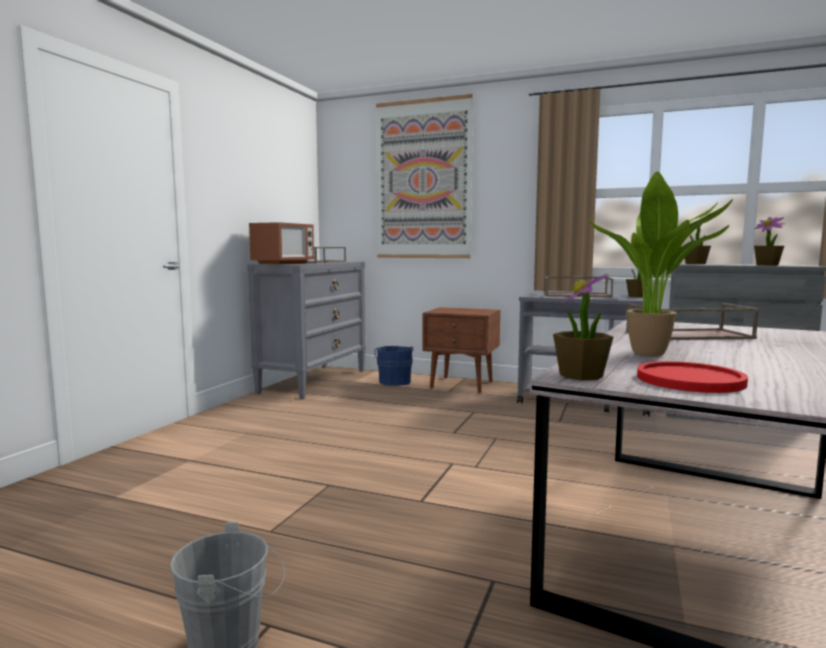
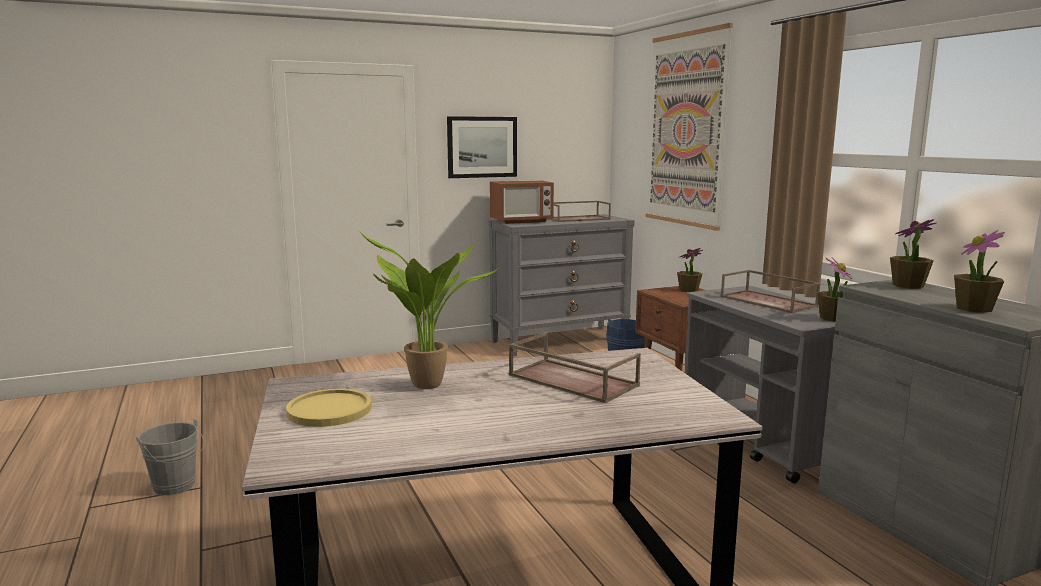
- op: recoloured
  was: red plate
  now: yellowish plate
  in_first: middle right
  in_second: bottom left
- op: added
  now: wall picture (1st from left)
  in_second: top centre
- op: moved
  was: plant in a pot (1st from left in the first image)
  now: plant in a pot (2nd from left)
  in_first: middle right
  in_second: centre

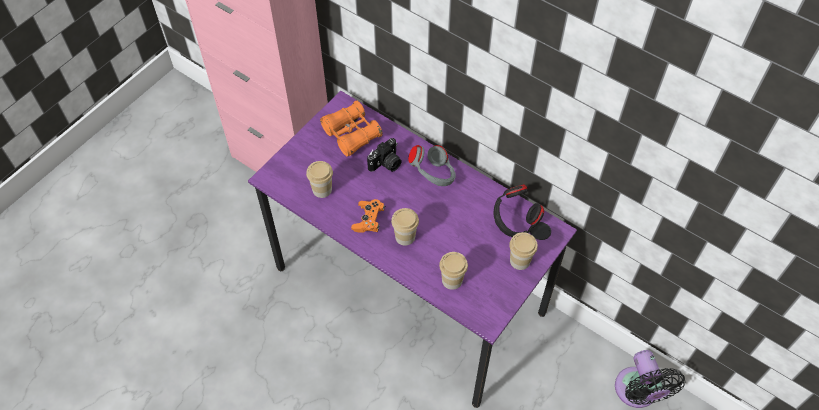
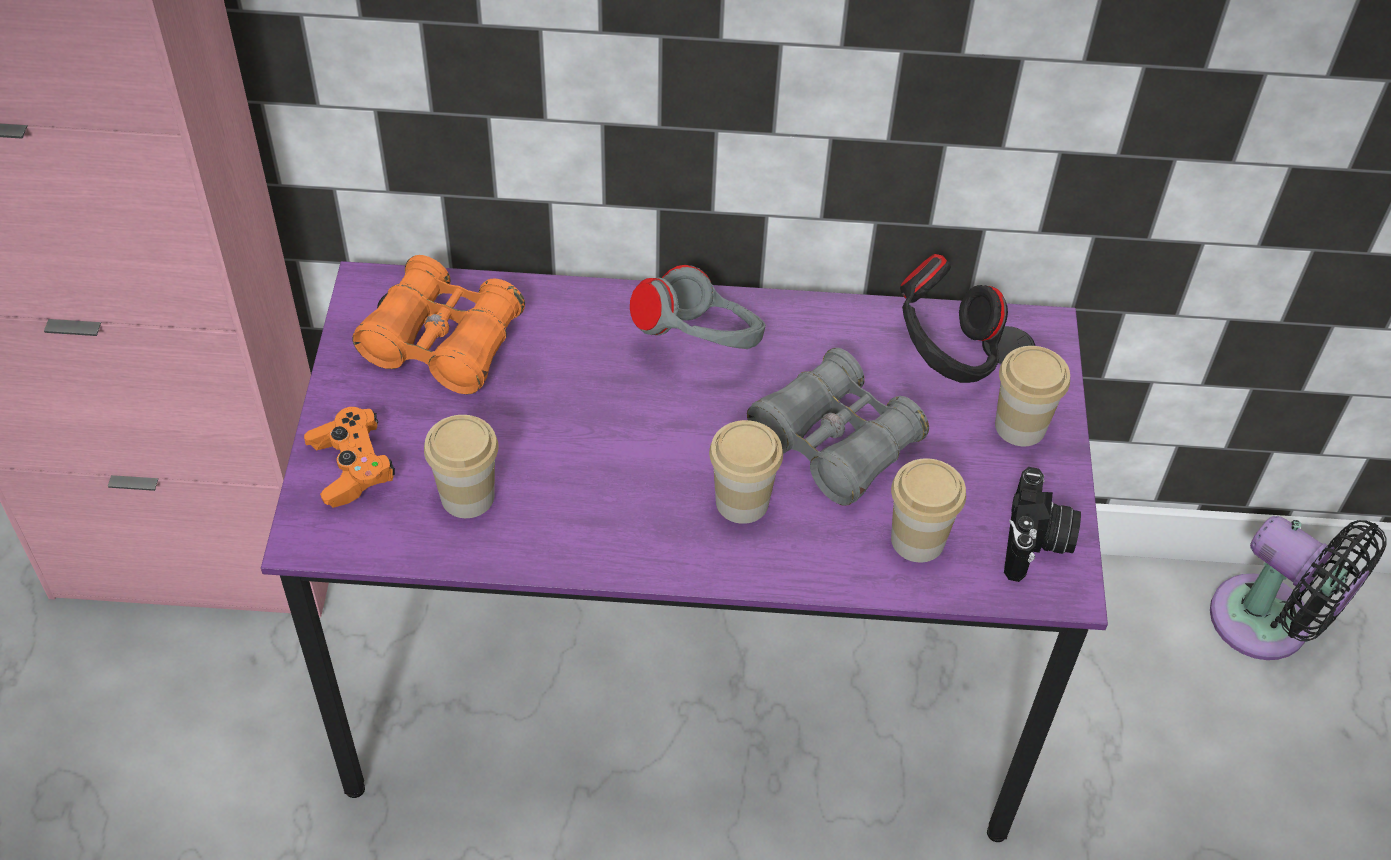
- op: moved
  was: orangey joypad
  in_first: centre
  in_second: middle left
- op: added
  now: grey field glasses
  in_second: centre
- op: moved
  was: still camera
  in_first: centre
  in_second: middle right

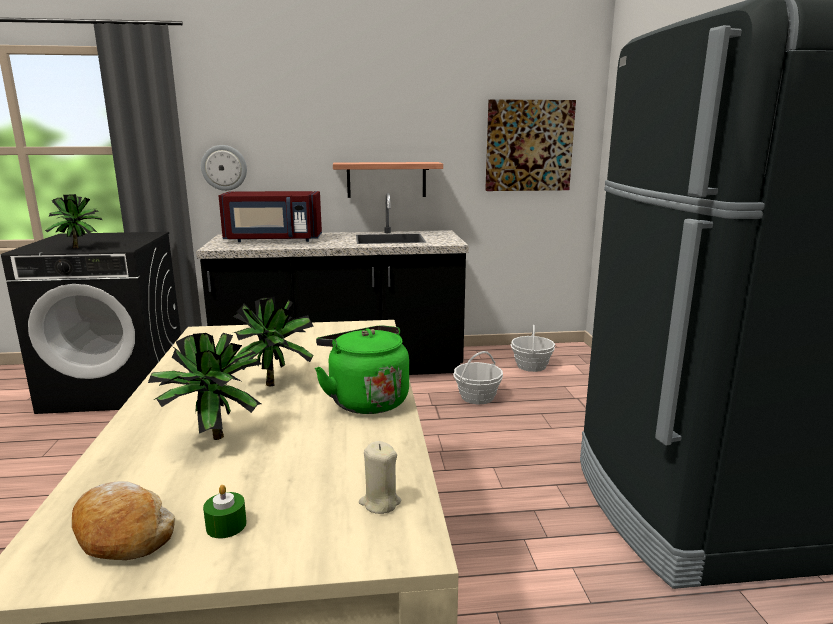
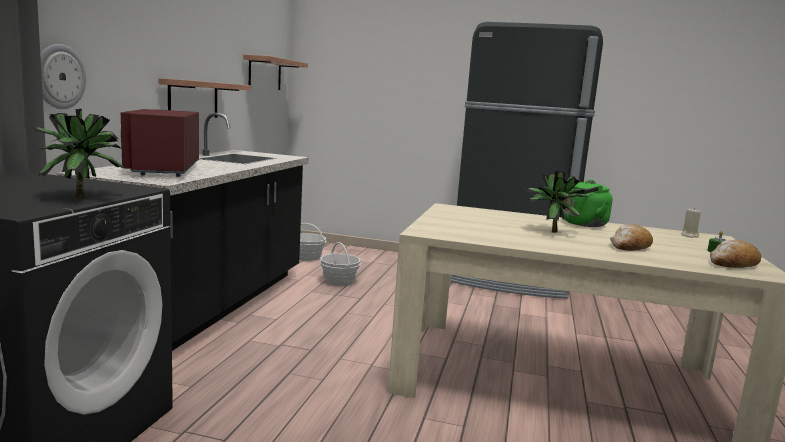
- op: turned
  was: red kitchen microwave
  in_first: middle left
  in_second: top left
  clockwise: 150
- op: replaced
  was: wall picture
  now: shelf (2nd from left)
  in_first: top centre
  in_second: top centre
- op: replaced
  was: plant in a pot (2nd from left)
  now: bread (1st from left)
  in_first: middle left
  in_second: middle right

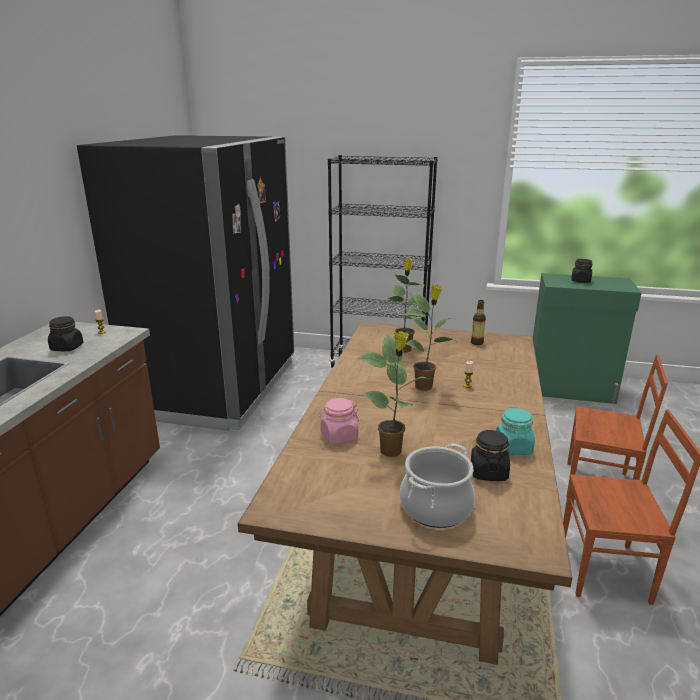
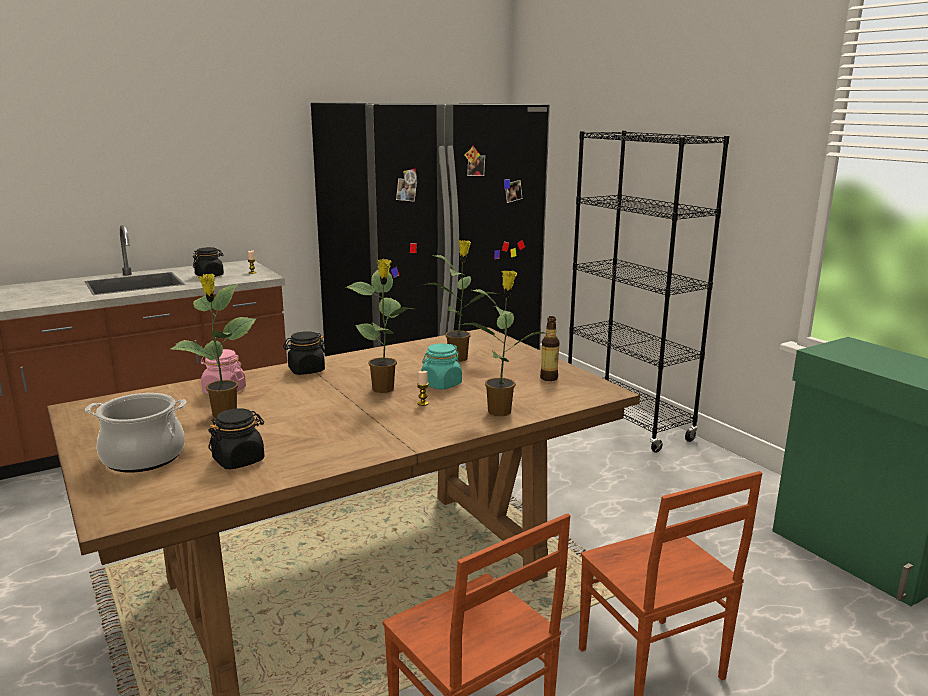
- op: moved
  was: black-coloured jar (3rd from left)
  in_first: middle right
  in_second: middle left
- op: moved
  was: turquoise-coloured jar
  in_first: middle right
  in_second: centre
- op: added
  now: plant in a pot (4th from left)
  in_second: centre

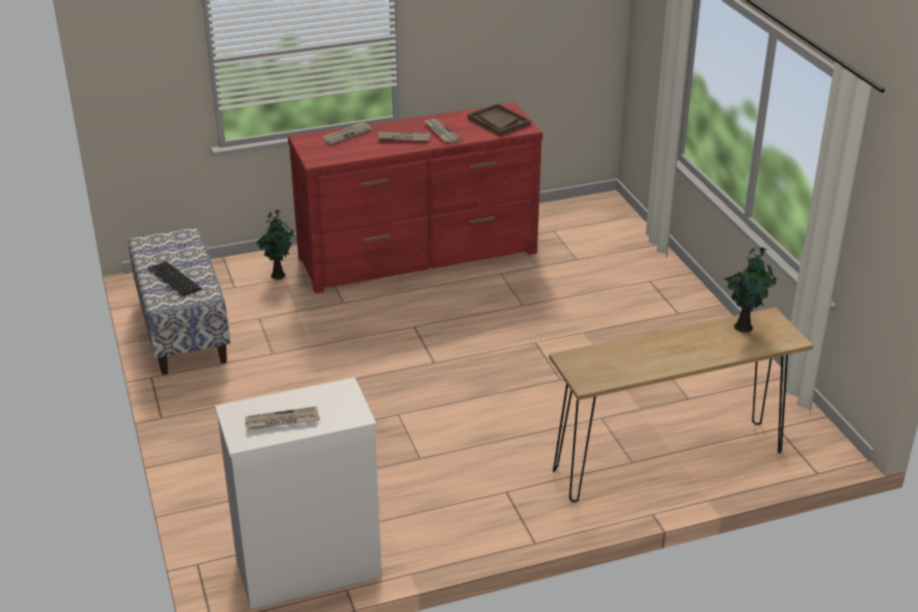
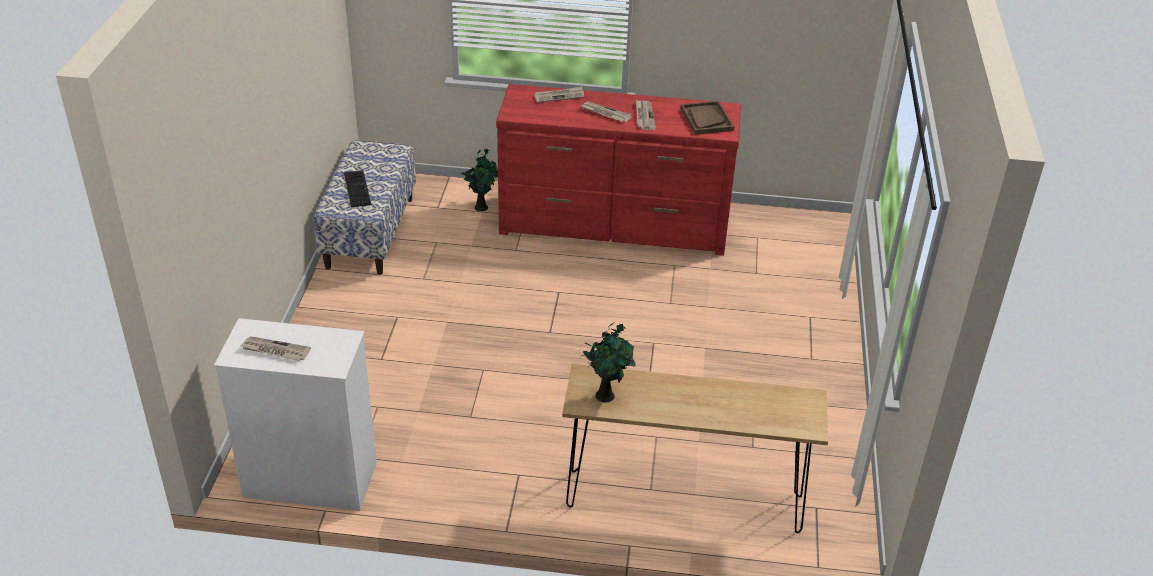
- op: moved
  was: plant in a pot (2nd from left)
  in_first: middle right
  in_second: centre

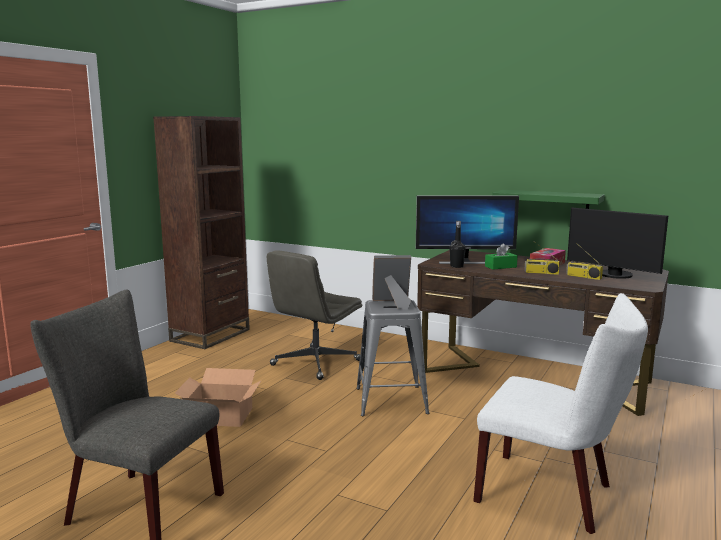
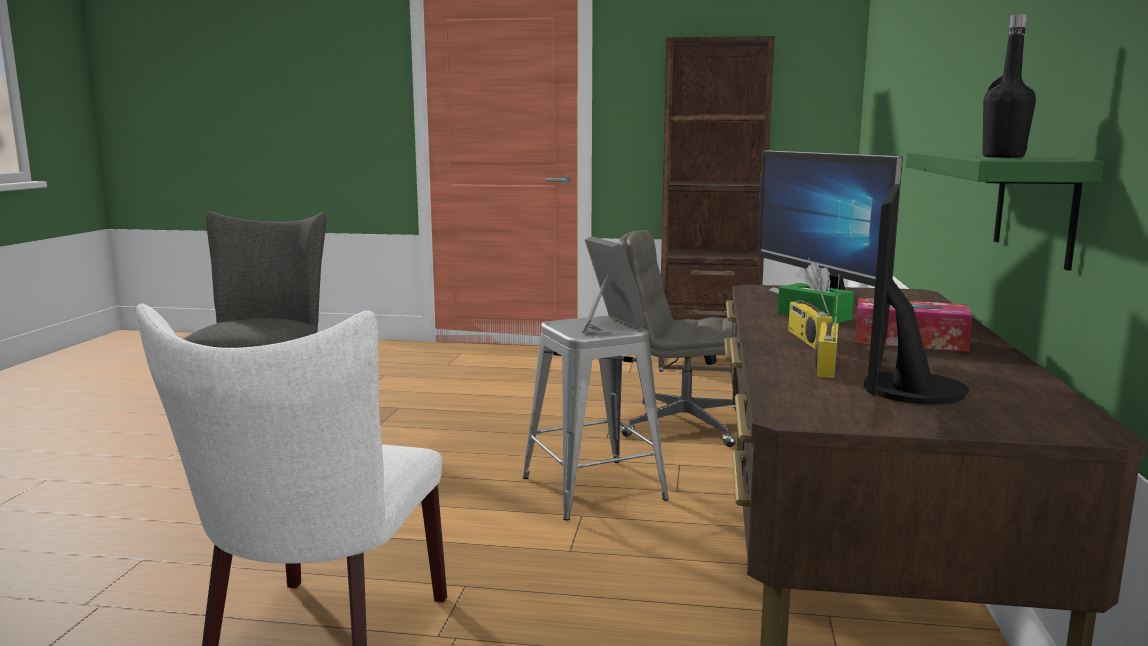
- op: moved
  was: black-coloured beverage bottle
  in_first: centre
  in_second: top right
- op: removed
  was: packing box
  in_first: bottom left

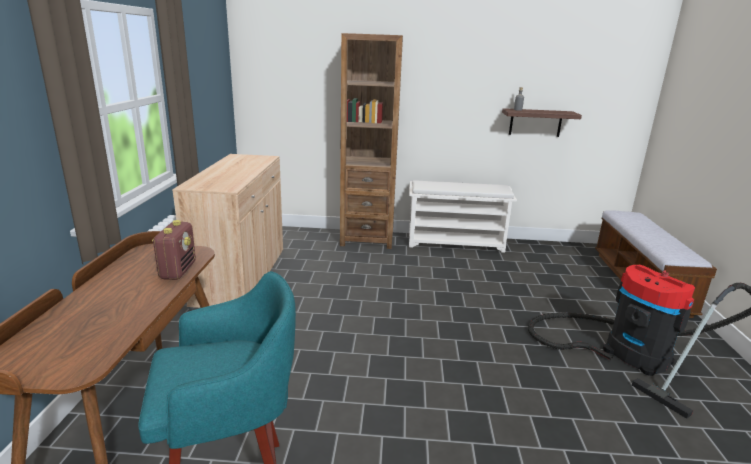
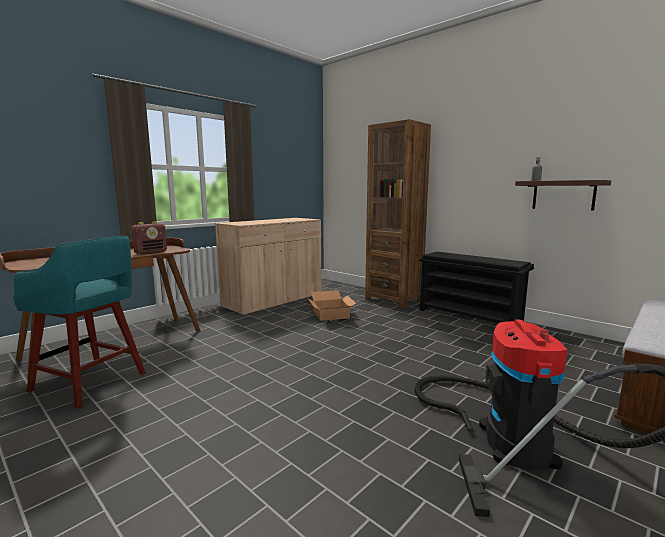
- op: added
  now: packing box
  in_second: centre
- op: recoloured
  was: white-coloured shoe stand
  now: black-coloured shoe stand
  in_first: centre
  in_second: middle right

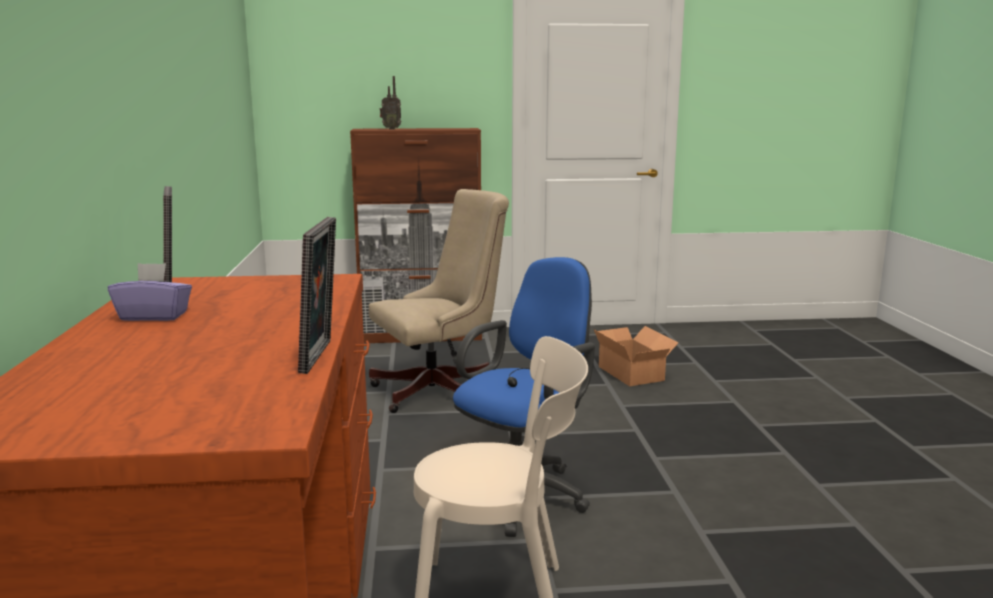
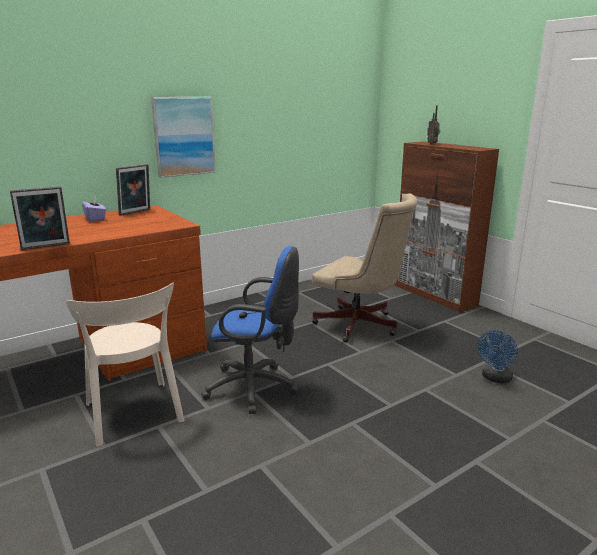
- op: added
  now: wall picture
  in_second: top left
- op: replaced
  was: packing box
  now: blue cooling fan
  in_first: centre
  in_second: middle right

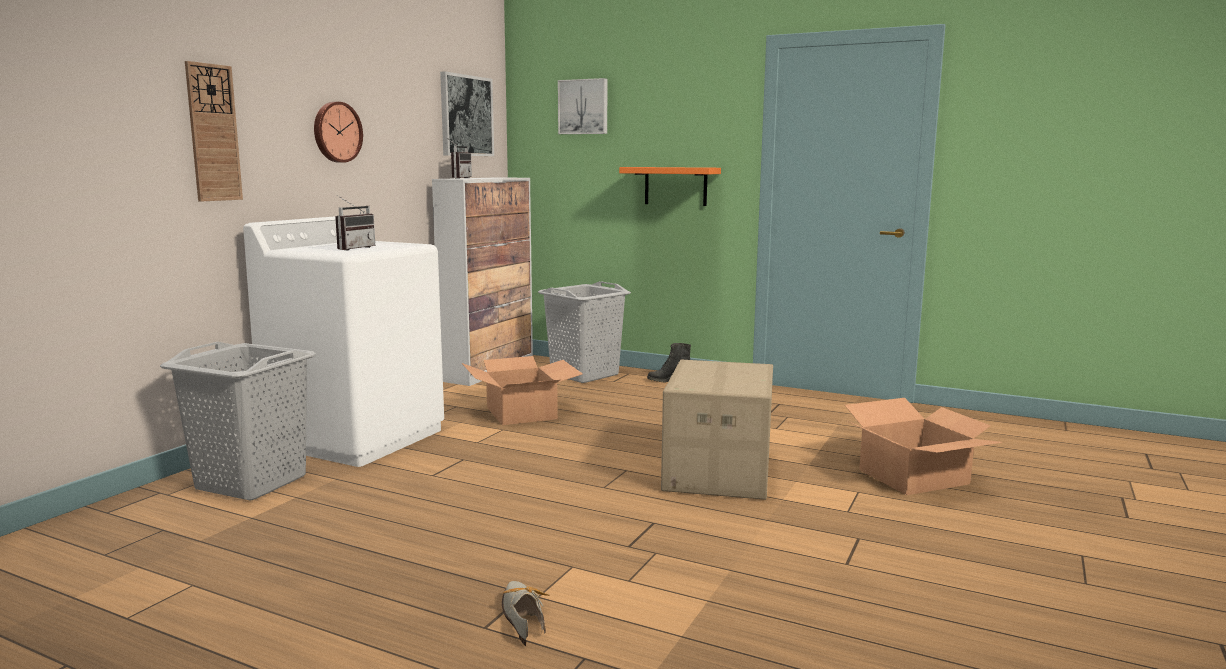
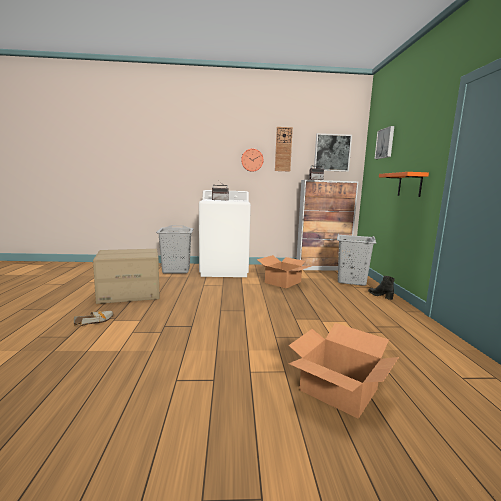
- op: moved
  was: packing box (2nd from left in the first image)
  now: packing box (1st from left)
  in_first: centre
  in_second: middle left
- op: moved
  was: clock on the wall (1st from left in the first image)
  now: clock on the wall (2nd from left)
  in_first: top left
  in_second: top centre

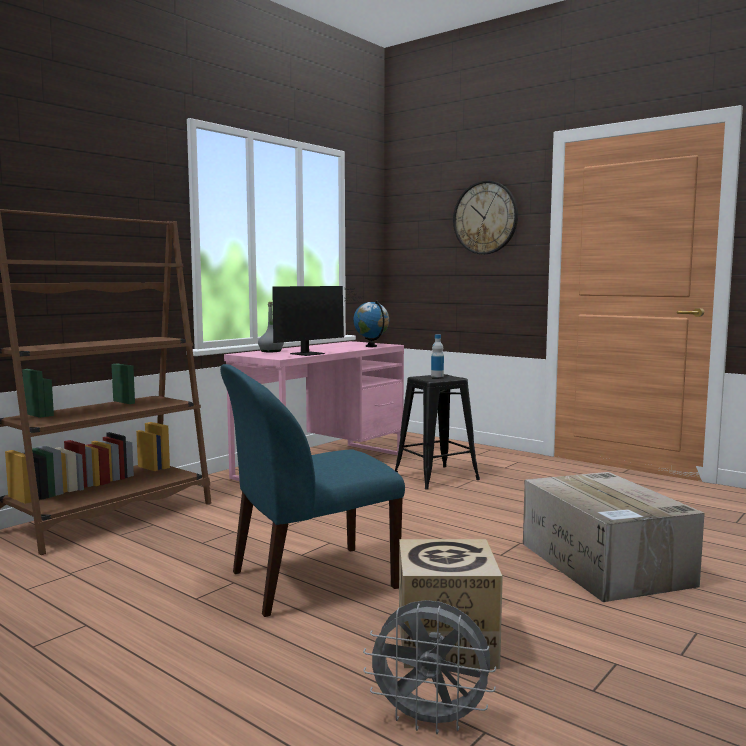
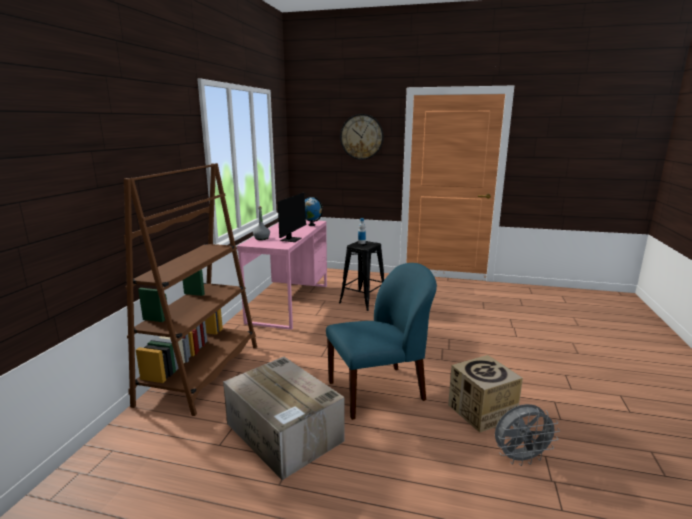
- op: moved
  was: packing box (2nd from left in the first image)
  now: packing box (1st from left)
  in_first: bottom right
  in_second: bottom centre
- op: turned
  was: blue plain chair
  in_first: centre
  in_second: centre
  clockwise: -150

